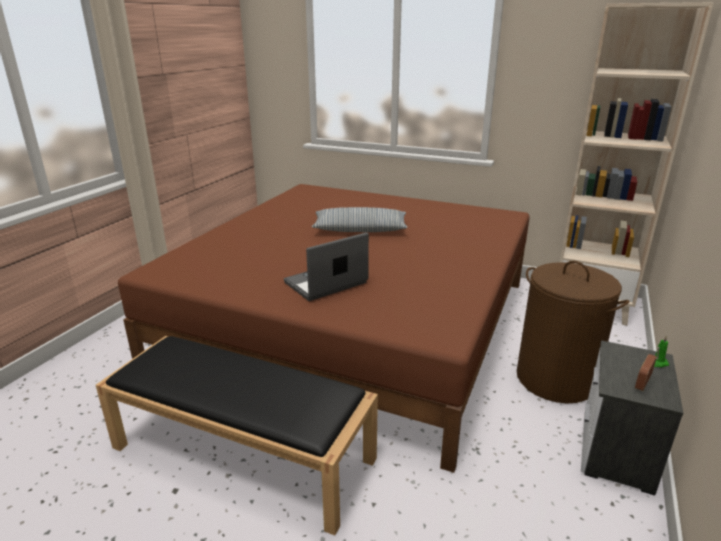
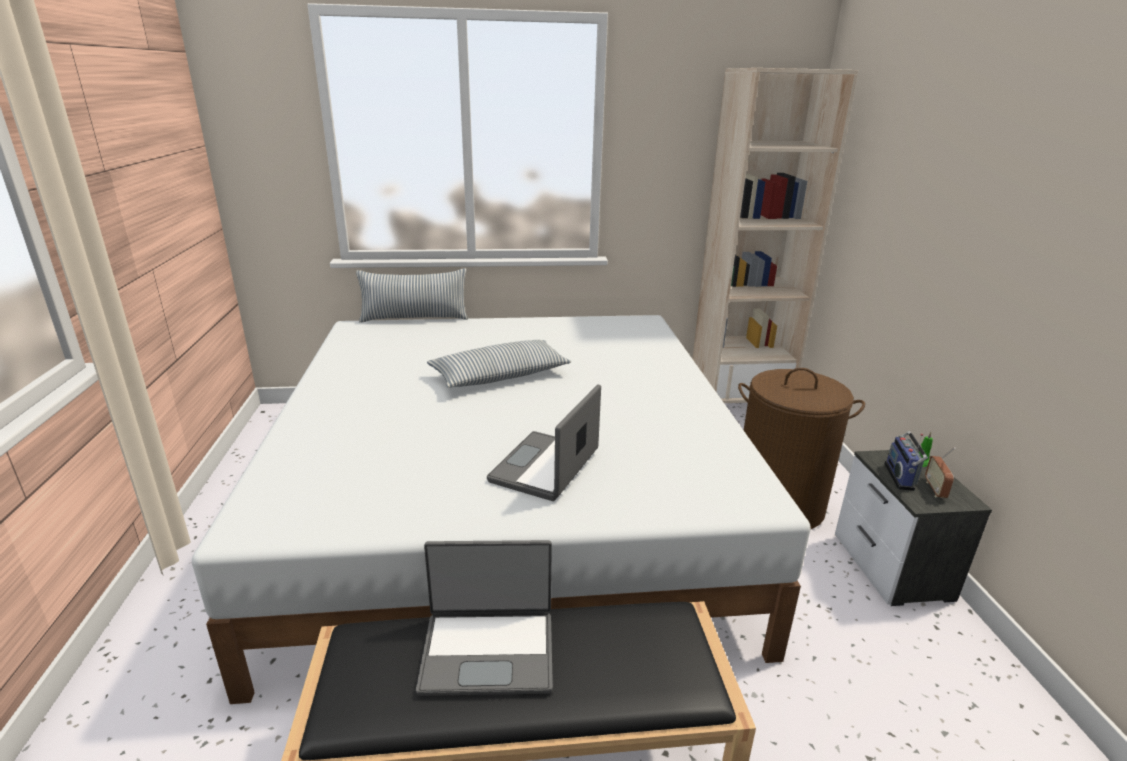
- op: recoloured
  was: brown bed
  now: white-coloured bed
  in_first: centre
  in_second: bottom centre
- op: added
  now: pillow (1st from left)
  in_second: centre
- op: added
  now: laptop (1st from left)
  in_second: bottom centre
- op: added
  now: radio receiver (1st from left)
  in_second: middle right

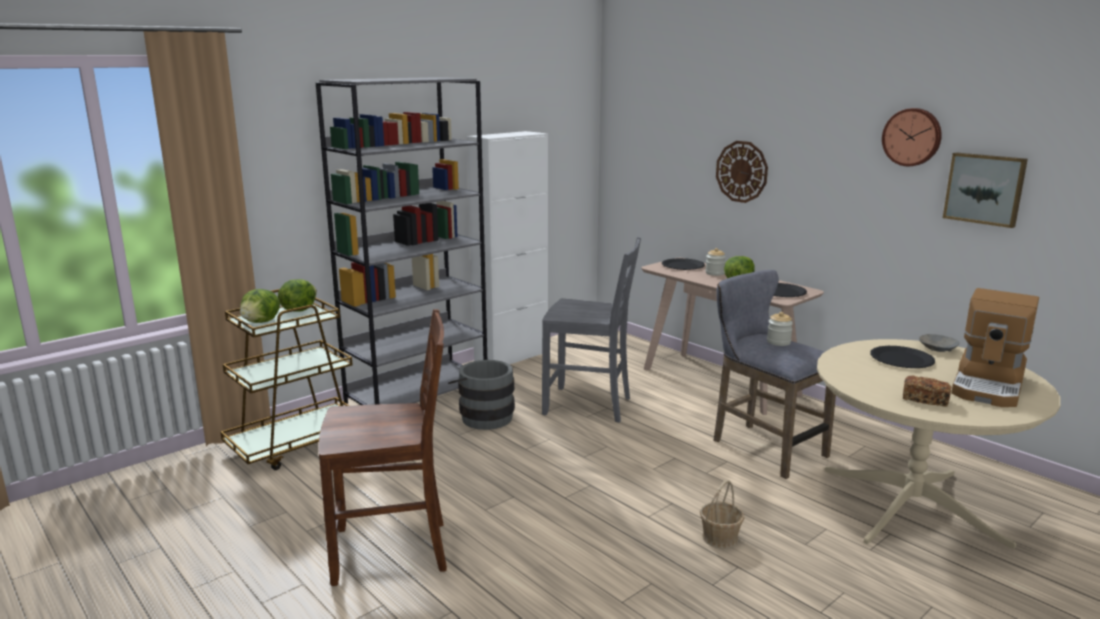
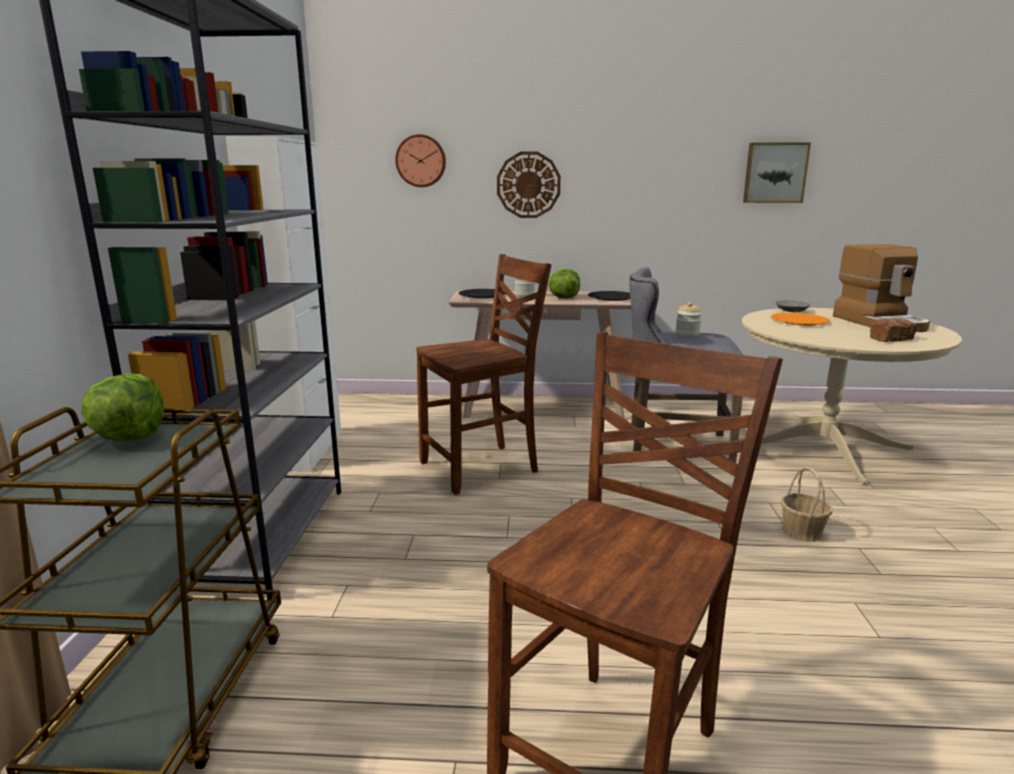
- op: moved
  was: clock on the wall (2nd from left in the first image)
  now: clock on the wall (1st from left)
  in_first: top right
  in_second: top centre
- op: recoloured
  was: grey plain chair
  now: brown plain chair (1st from left)
  in_first: centre
  in_second: centre
- op: recoloured
  was: black-coloured plate (3rd from left)
  now: orangey plate
  in_first: middle right
  in_second: middle right
- op: removed
  was: lettuce head (1st from left)
  in_first: middle left
- op: removed
  was: grey bucket
  in_first: centre

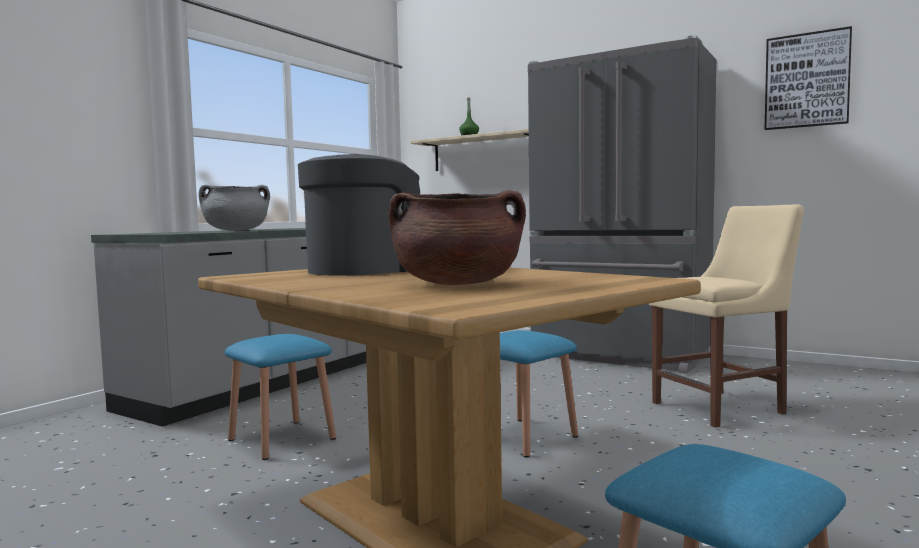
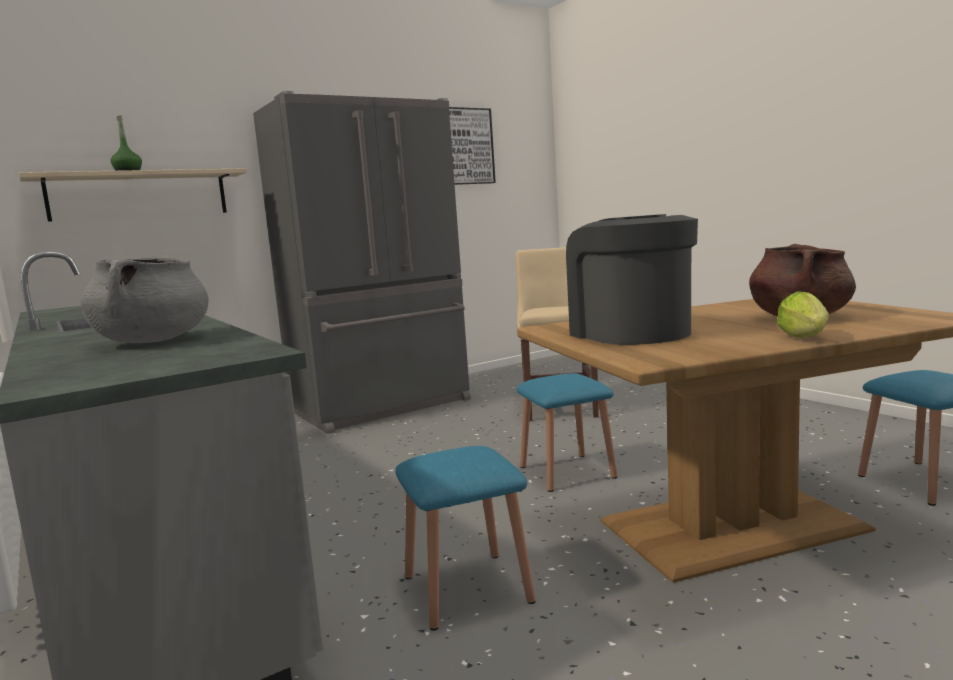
- op: added
  now: lettuce head
  in_second: middle right

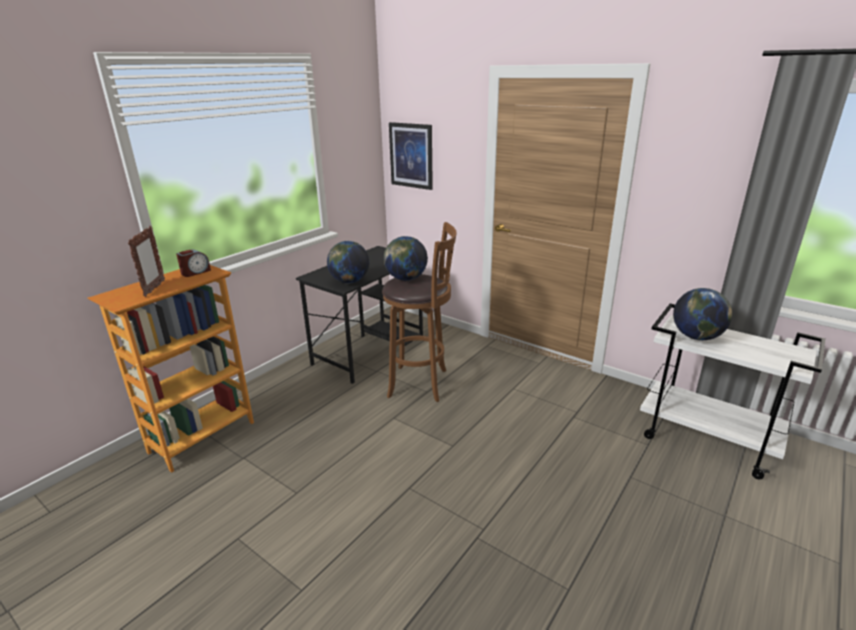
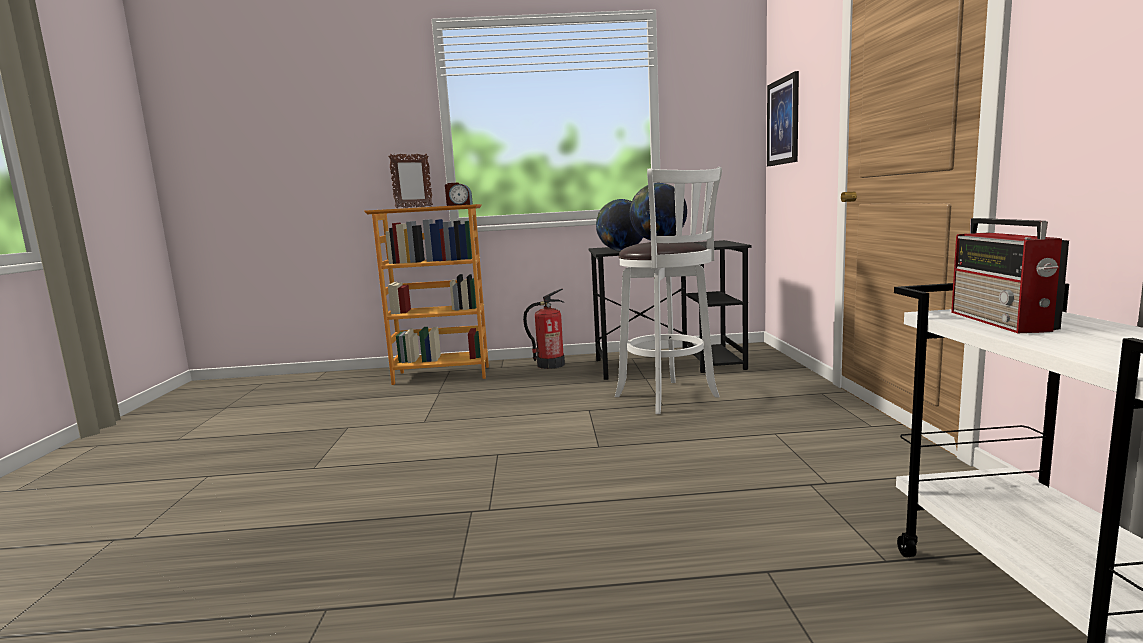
- op: added
  now: fire-fighting cylinder
  in_second: centre
- op: recoloured
  was: brown sitting stool
  now: white-coloured sitting stool
  in_first: centre
  in_second: centre
- op: replaced
  was: world globe (3rd from left)
  now: radio receiver
  in_first: middle right
  in_second: middle right

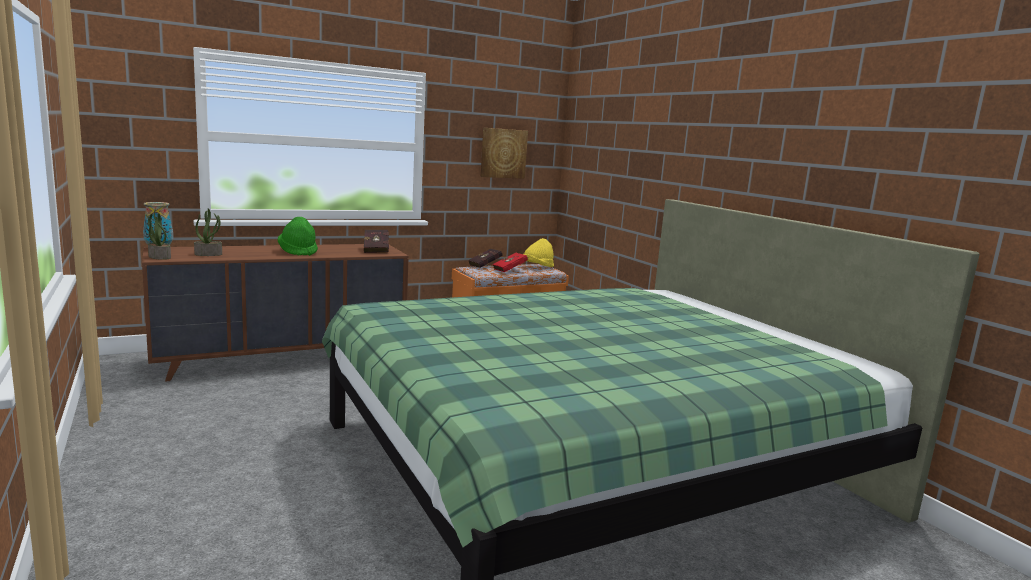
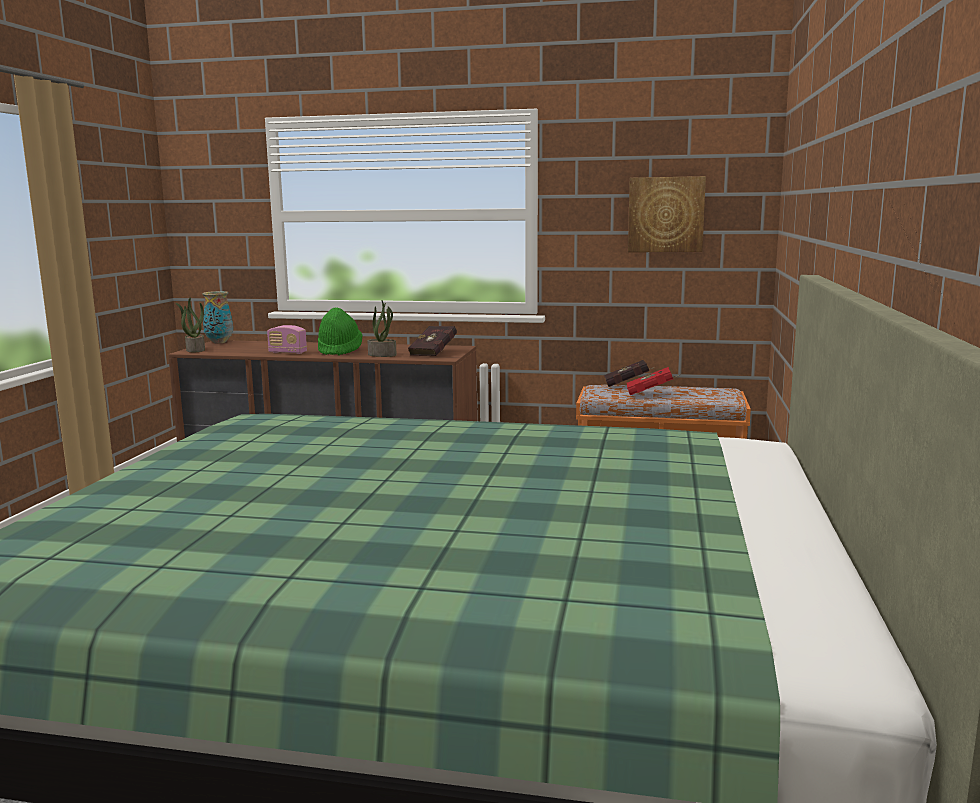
- op: added
  now: radio receiver
  in_second: middle left
- op: moved
  was: plant in a pot (2nd from left)
  in_first: middle left
  in_second: centre
- op: removed
  was: yellowish wearable hat
  in_first: centre

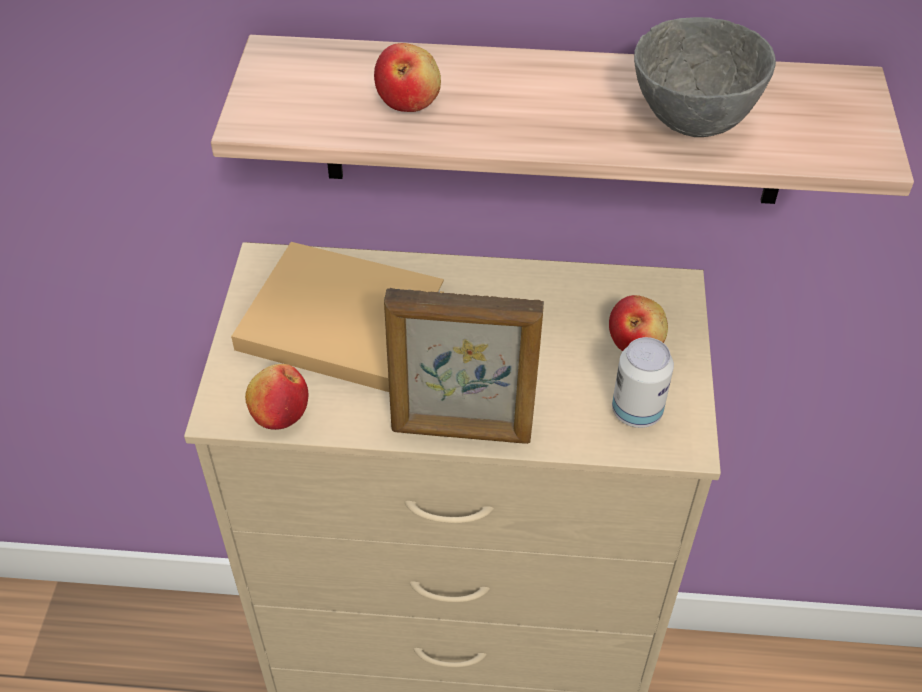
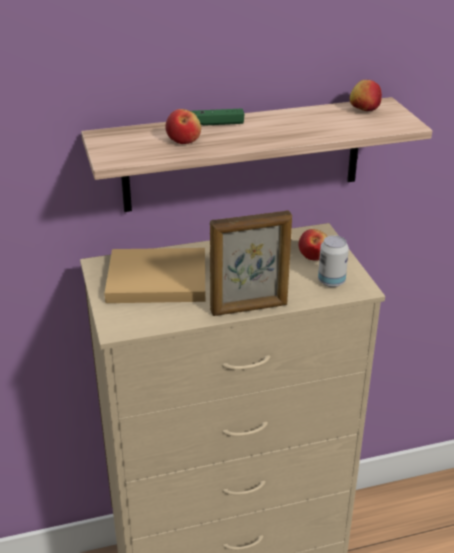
- op: added
  now: green-coloured joypad
  in_second: top centre
- op: moved
  was: apple fruit (1st from left in the first image)
  now: apple fruit (3rd from left)
  in_first: middle left
  in_second: top right
- op: removed
  was: grey bowl
  in_first: top right

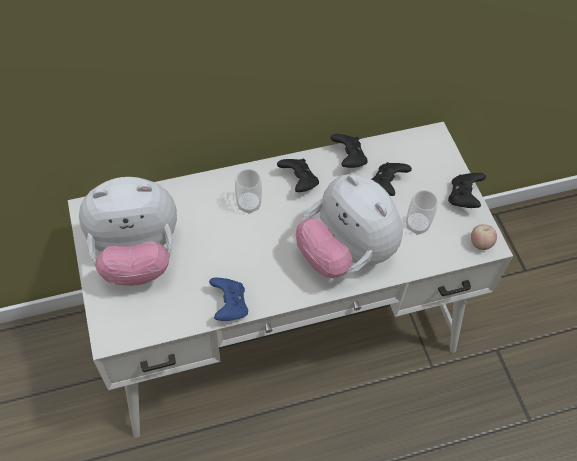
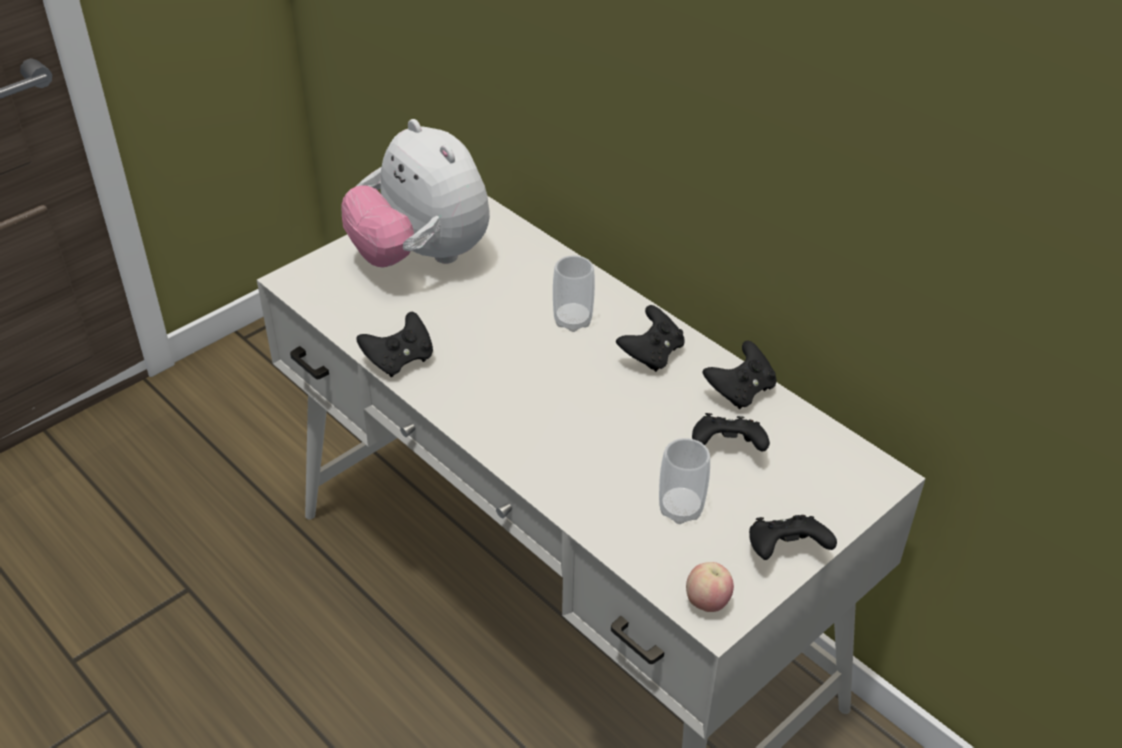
- op: recoloured
  was: blue joypad
  now: black-coloured joypad (1st from left)
  in_first: centre
  in_second: centre
- op: removed
  was: soft toy (2nd from left)
  in_first: centre

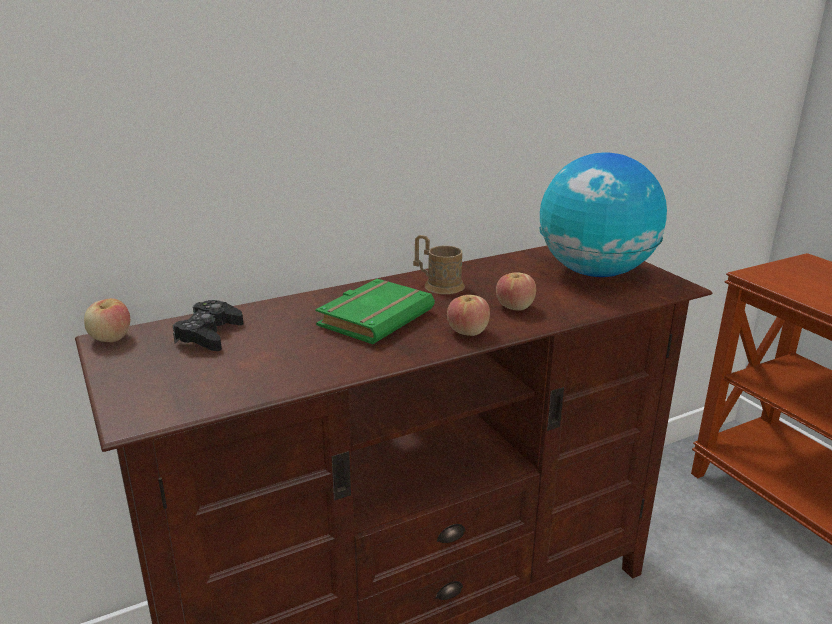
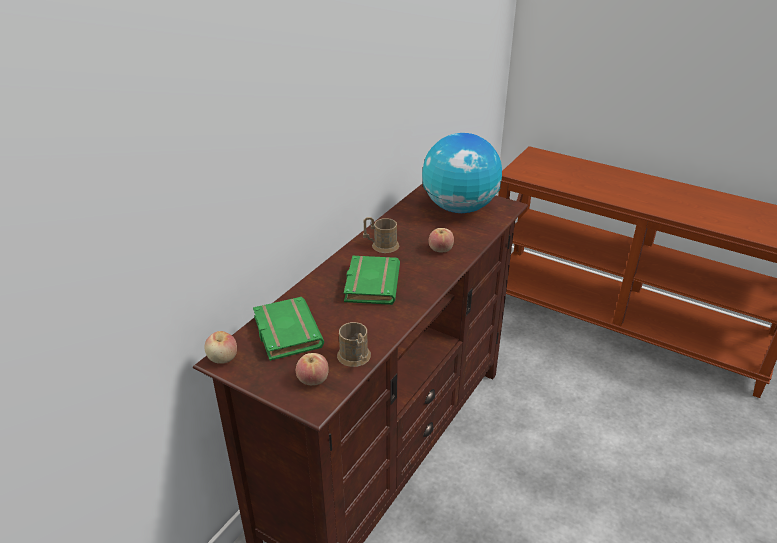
- op: replaced
  was: black-coloured joypad
  now: green-coloured book (1st from left)
  in_first: middle left
  in_second: centre
- op: moved
  was: apple fruit (2nd from left)
  in_first: centre
  in_second: bottom centre
- op: added
  now: brown tea mug (1st from left)
  in_second: centre

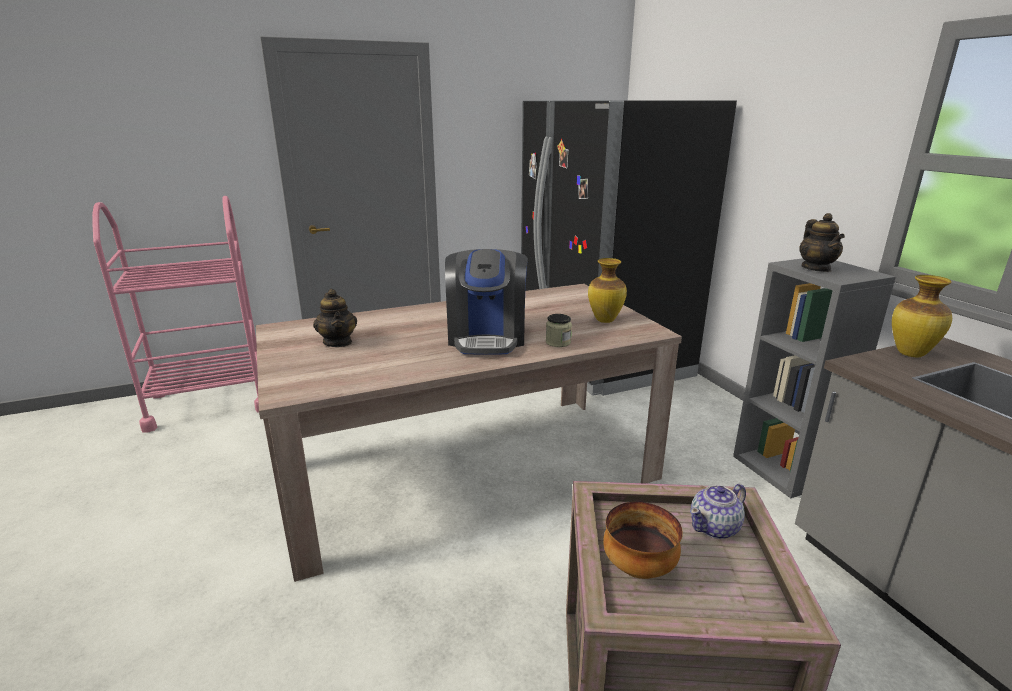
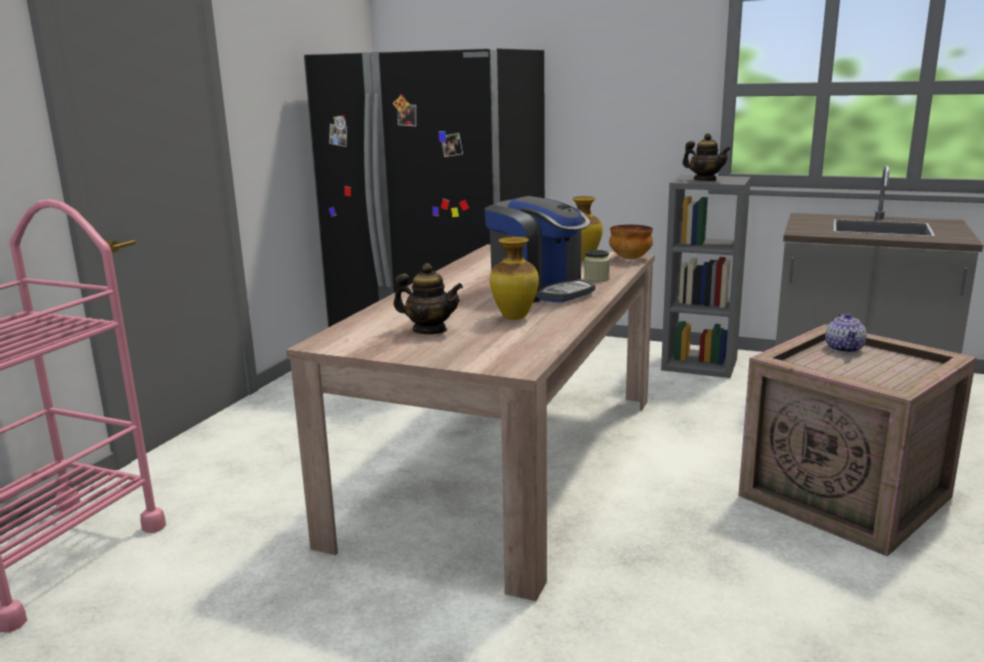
- op: moved
  was: decorative vase (2nd from left in the first image)
  now: decorative vase (1st from left)
  in_first: middle right
  in_second: centre
- op: moved
  was: bowl
  in_first: bottom centre
  in_second: centre

